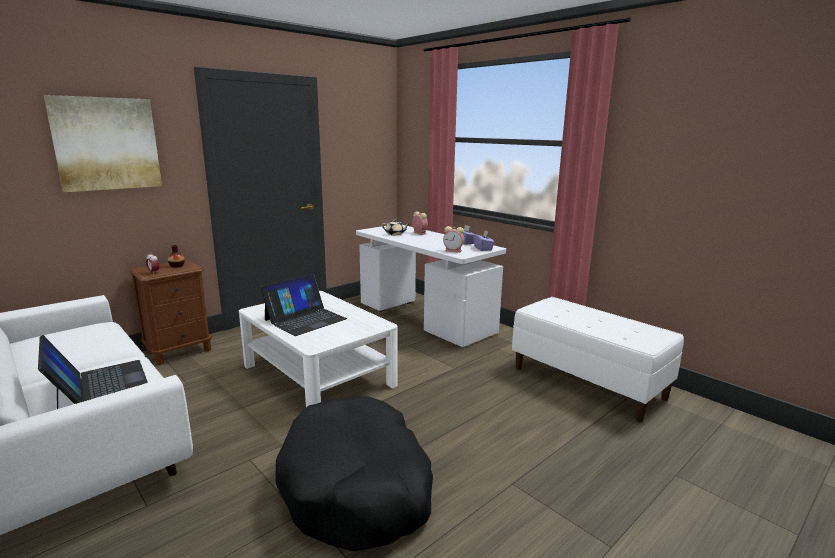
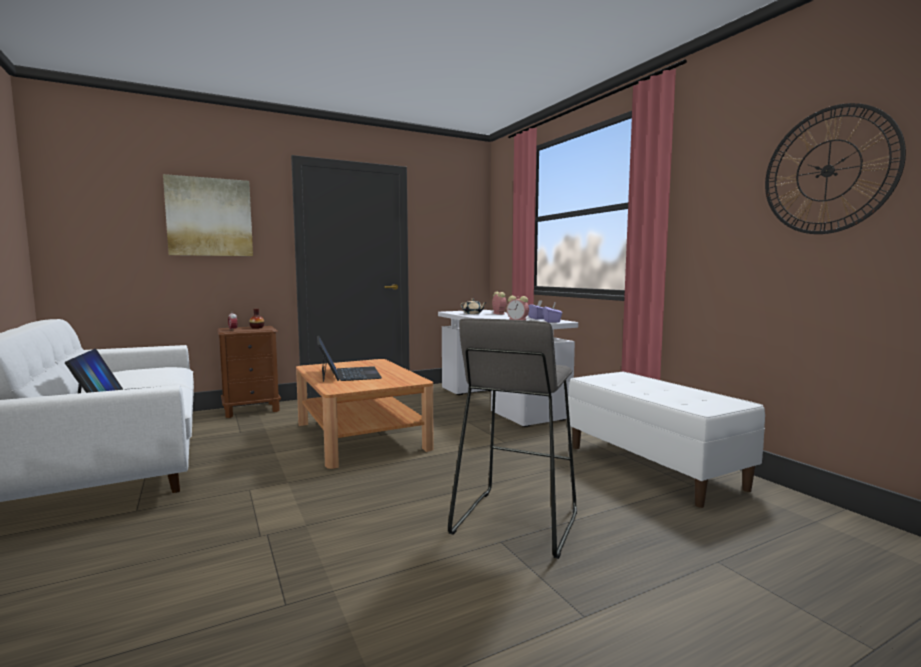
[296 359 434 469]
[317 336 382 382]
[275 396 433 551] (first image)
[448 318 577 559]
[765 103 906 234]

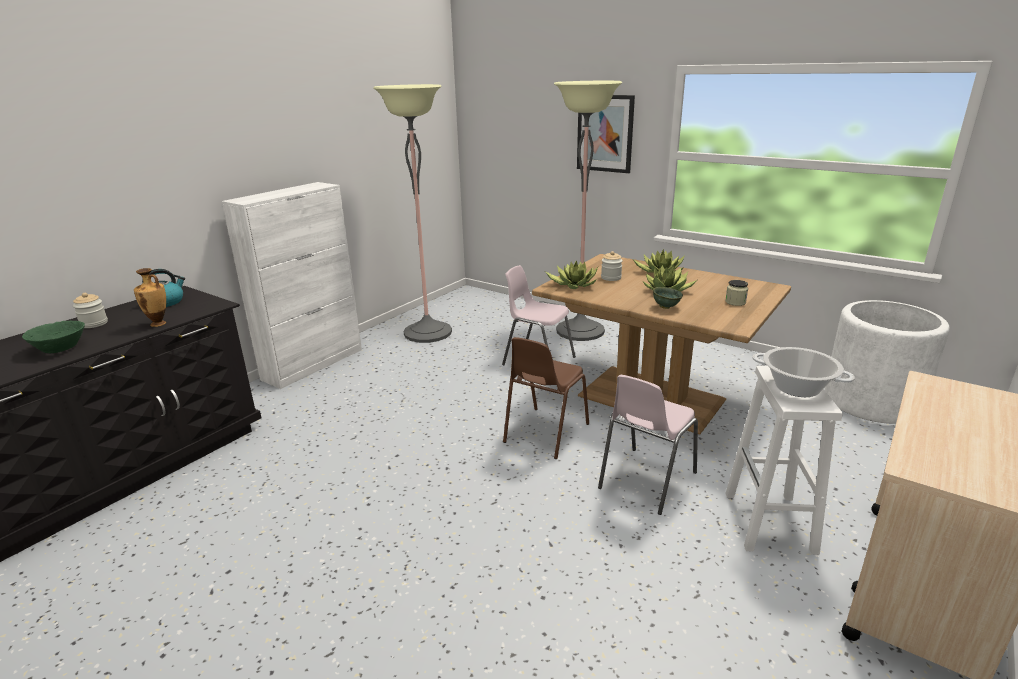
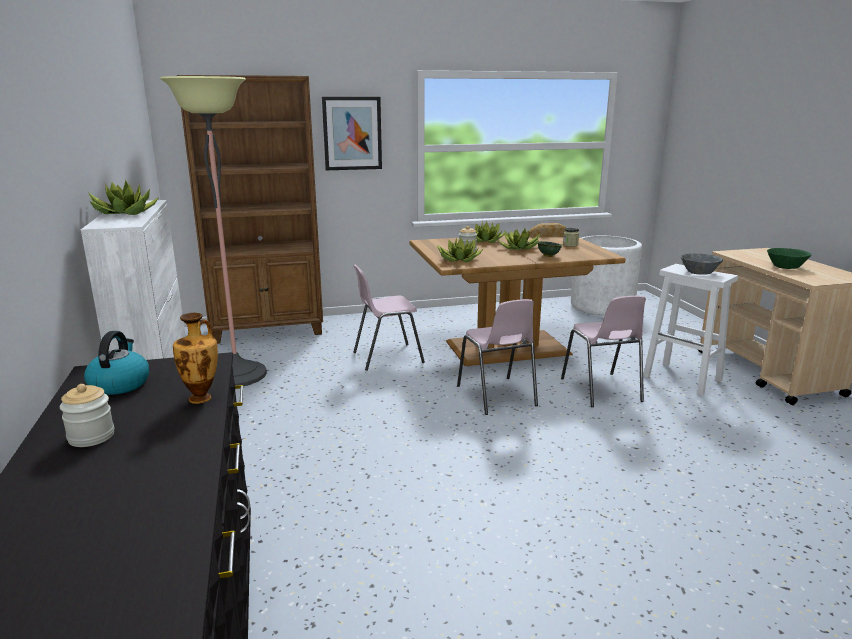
[767 248 811 269]
[457 299 538 415]
[554 81 622 341] (first image)
[681 253 723 275]
[88 180 159 215]
[177 75 323 344]
[529 223 567 237]

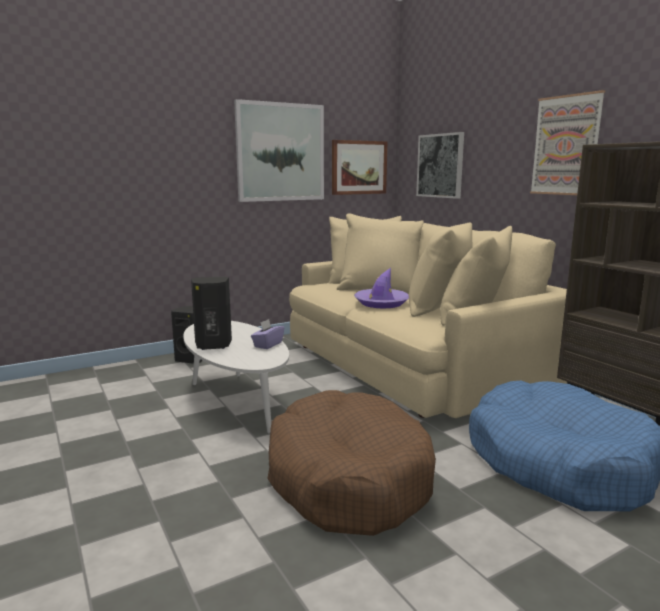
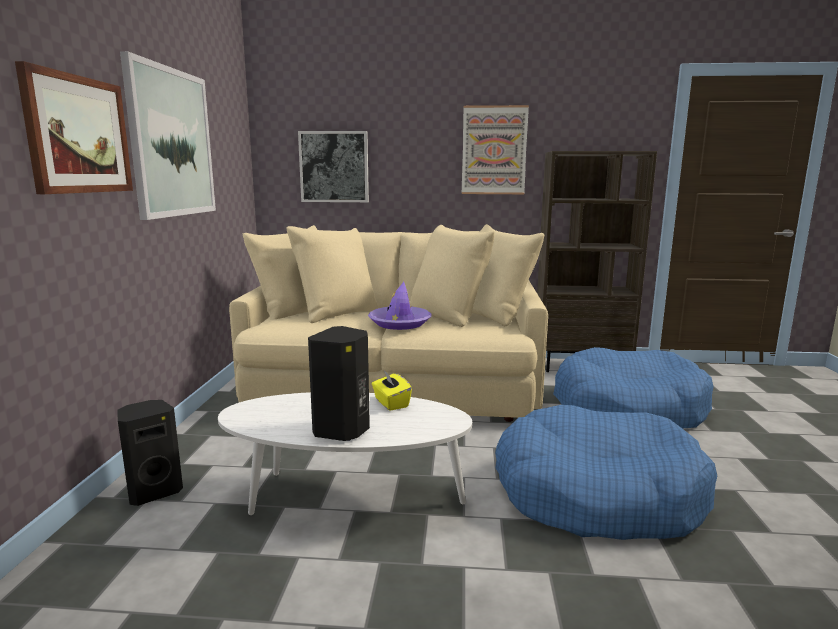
[372 372 412 411]
[495 405 717 540]
[15 61 133 194]

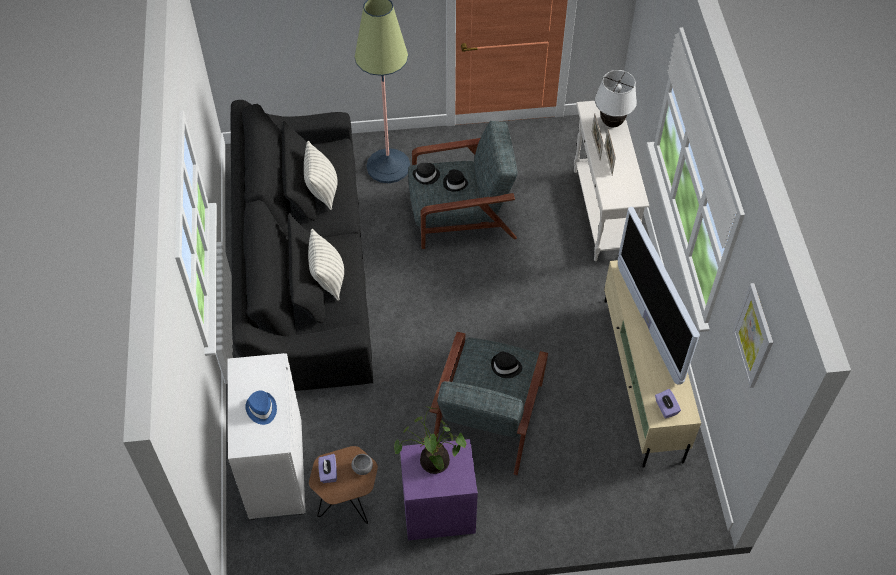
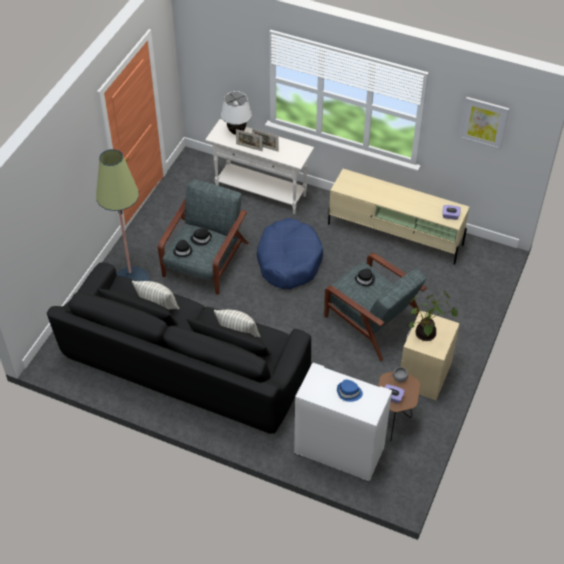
[401 311 460 400]
[618 207 700 385] (first image)
[256 218 323 289]

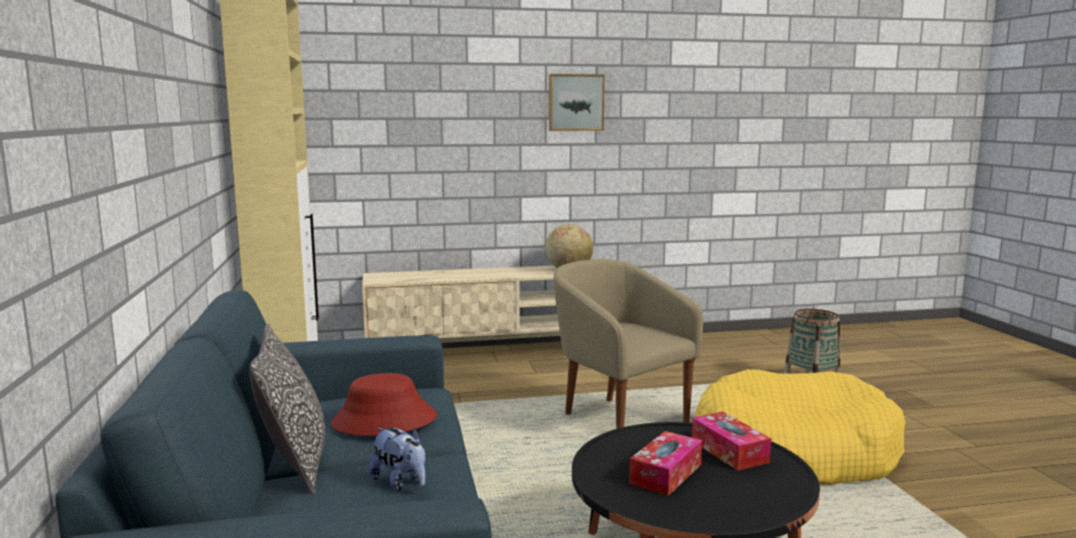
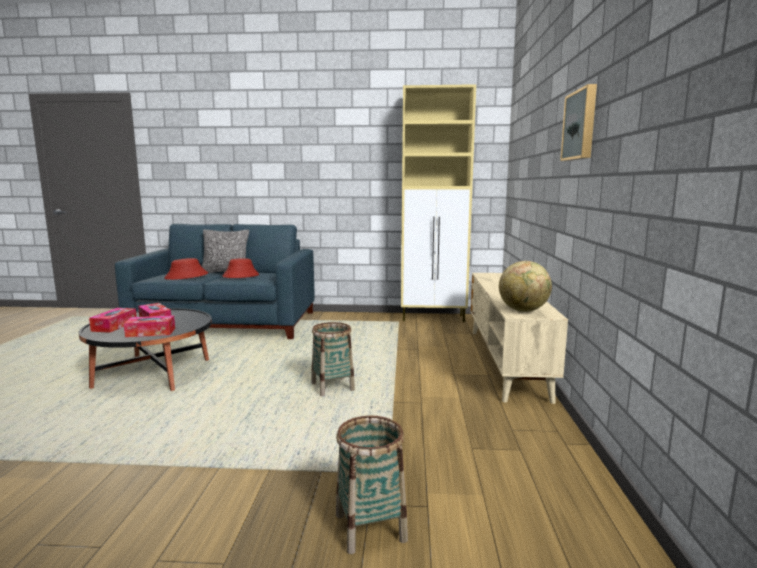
[164 258 208 280]
[311 322 355 396]
[695 369 905 485] (first image)
[89 308 137 333]

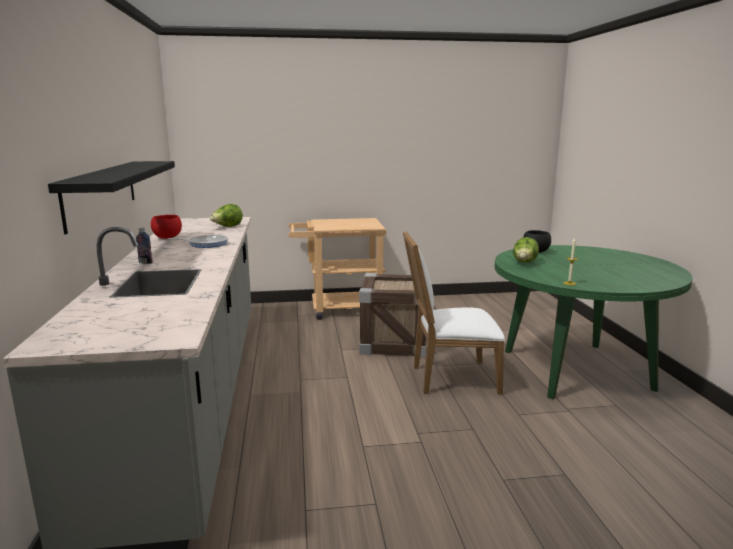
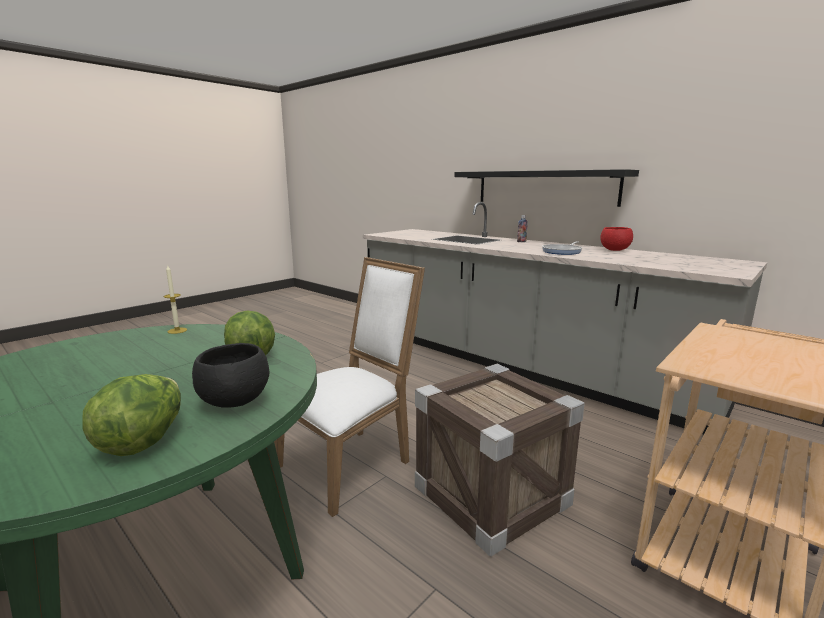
[82 374 181 456]

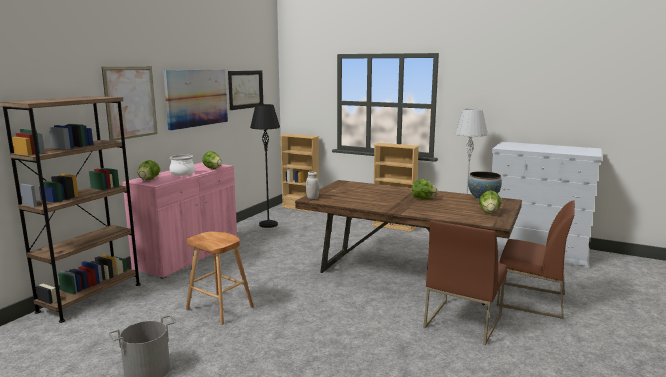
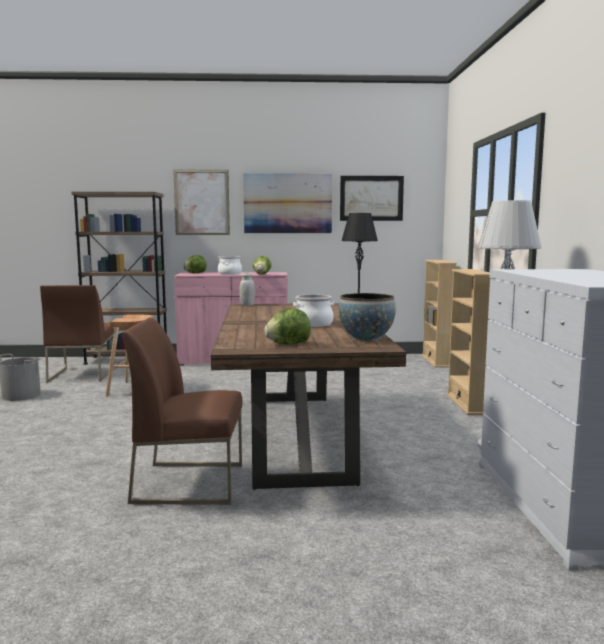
[293 294 334 327]
[40 285 115 383]

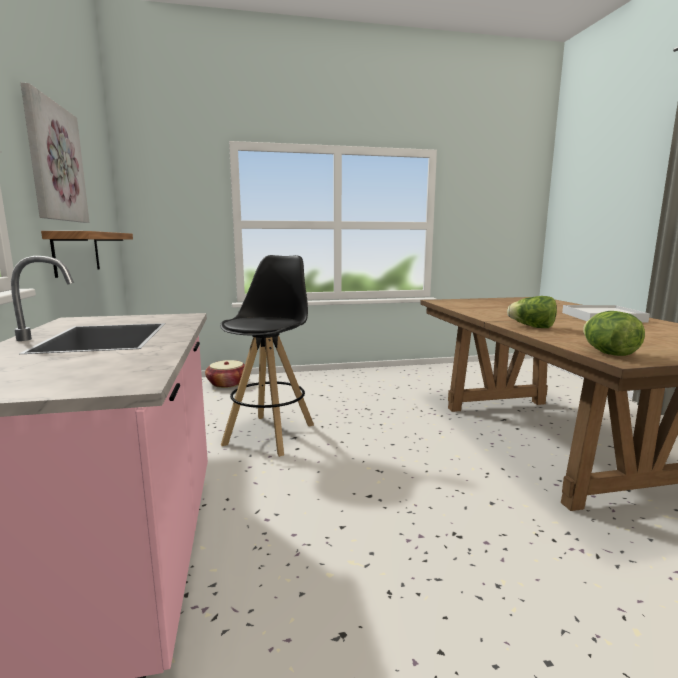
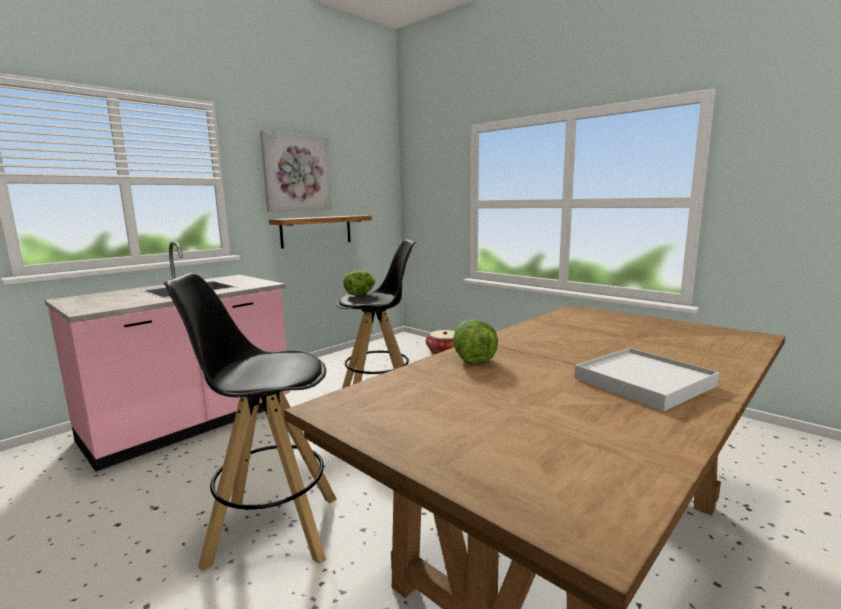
[343 270 375 295]
[163 273 337 571]

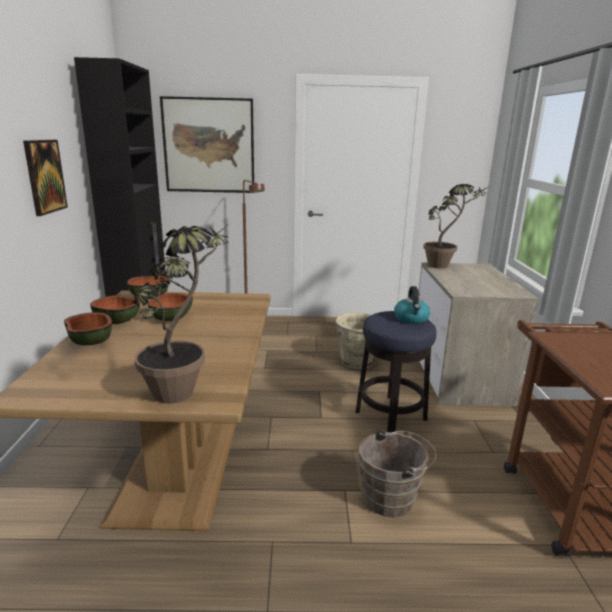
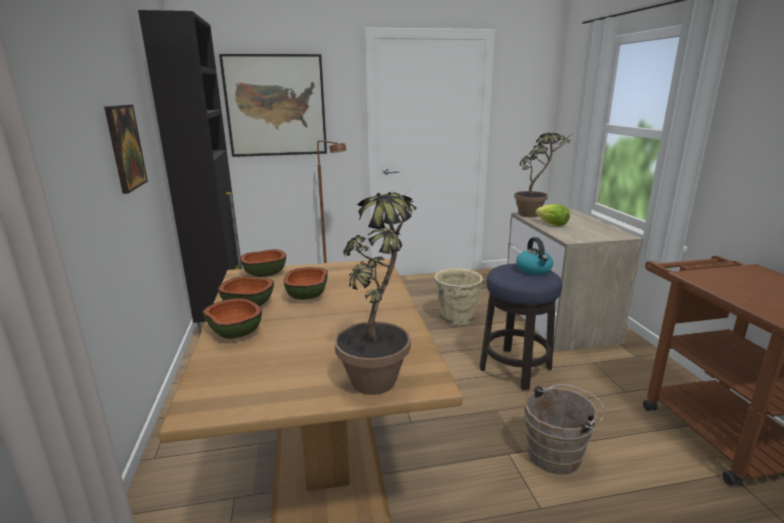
[535 204 570 226]

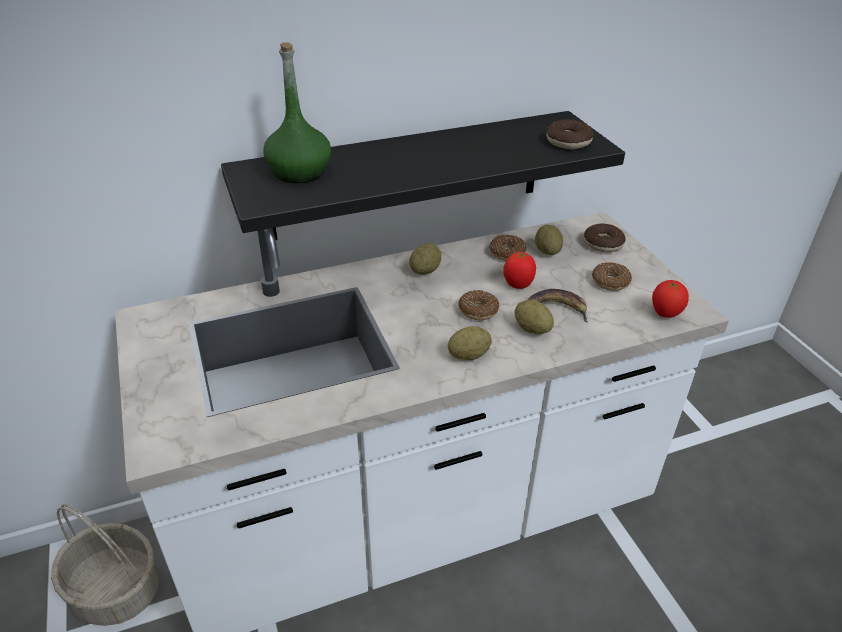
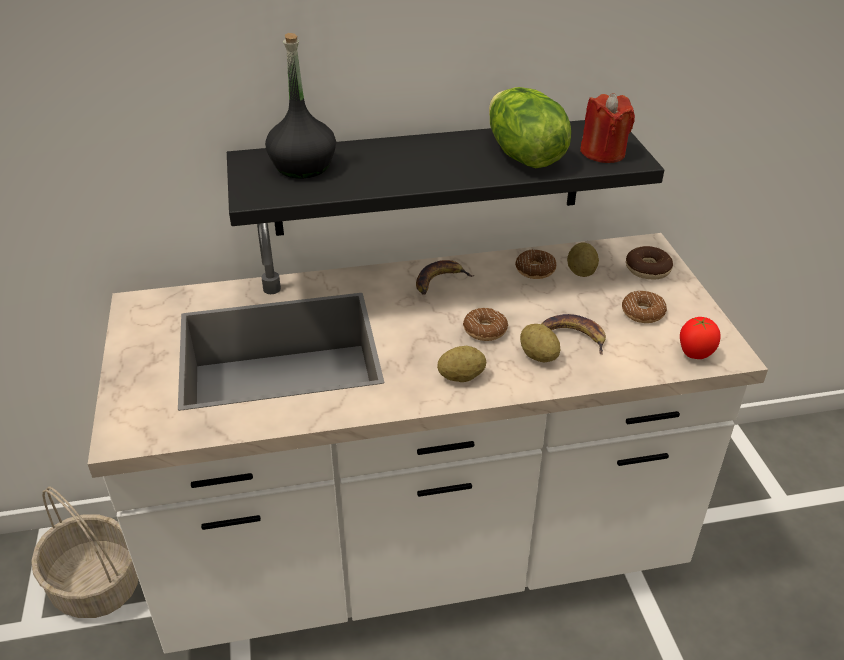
[265 33 336 178]
[416 260 474 294]
[503 251 536 289] (first image)
[580 93 635 163]
[489 87 571 168]

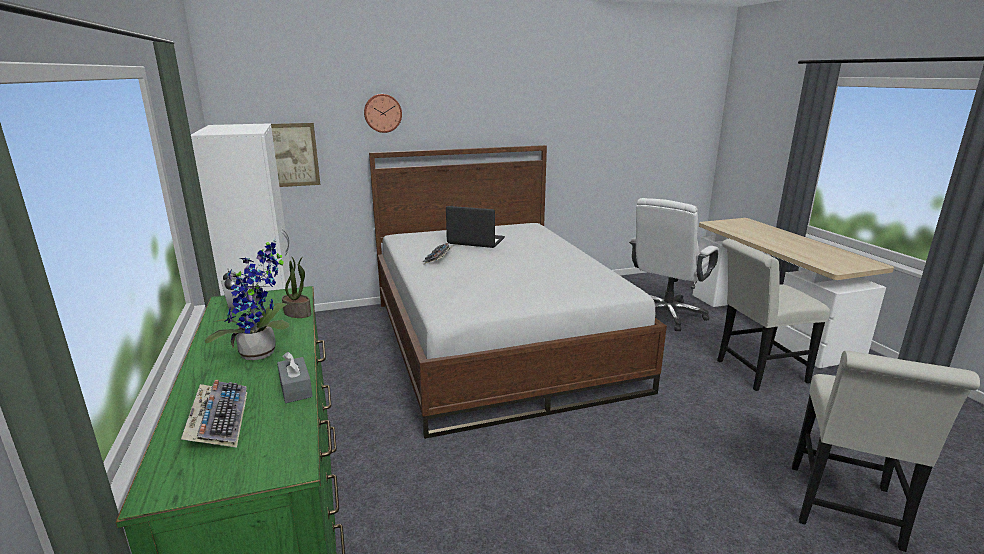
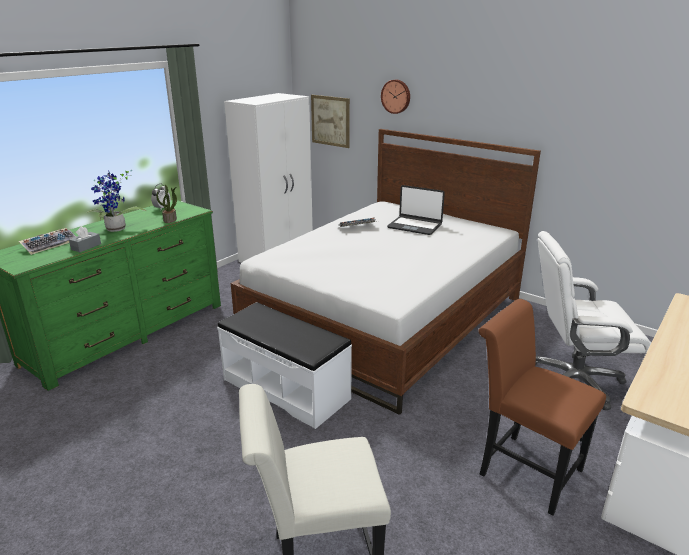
[387 185 445 235]
[478 299 606 516]
[217 302 352 429]

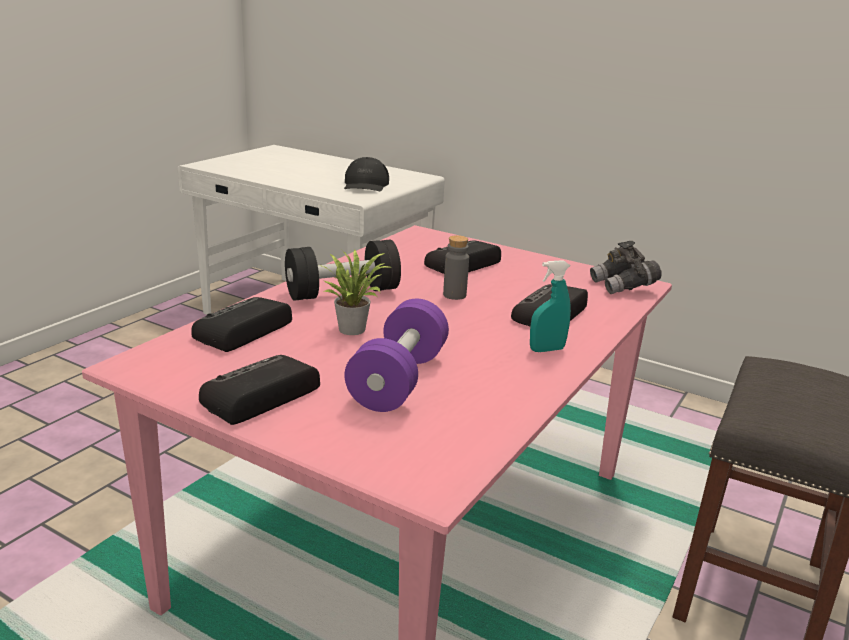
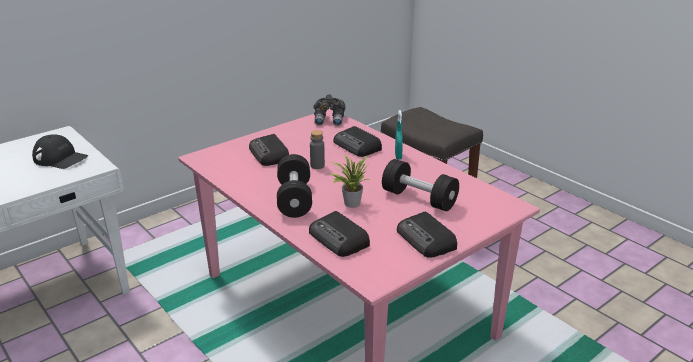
[382 159 459 211]

